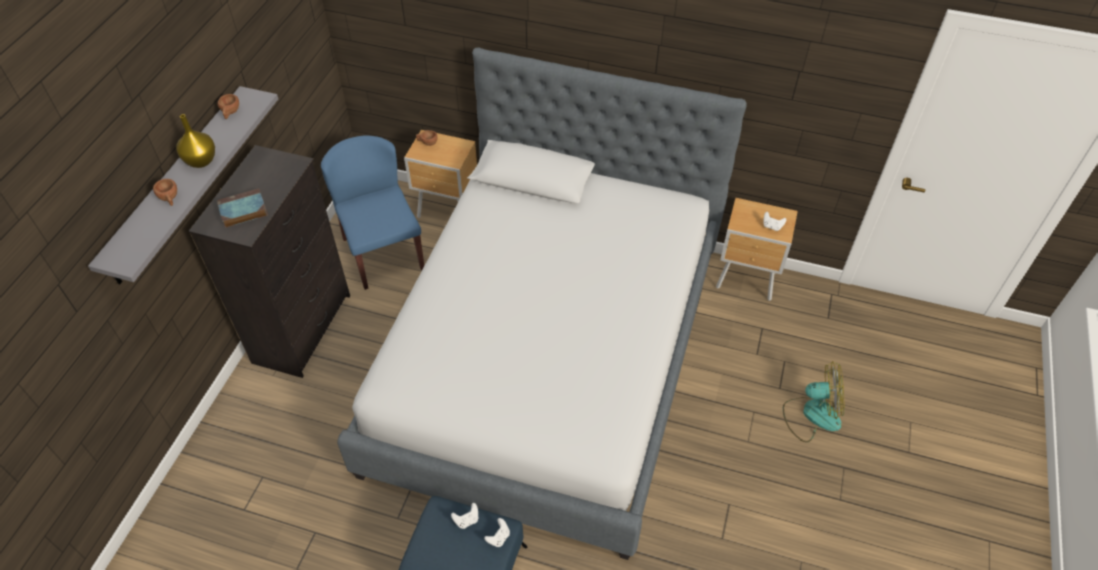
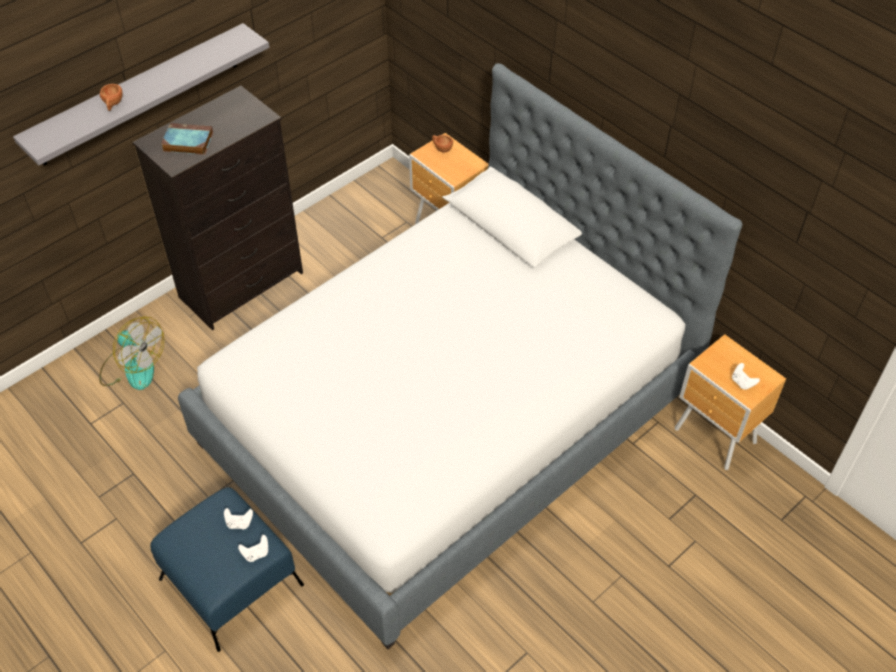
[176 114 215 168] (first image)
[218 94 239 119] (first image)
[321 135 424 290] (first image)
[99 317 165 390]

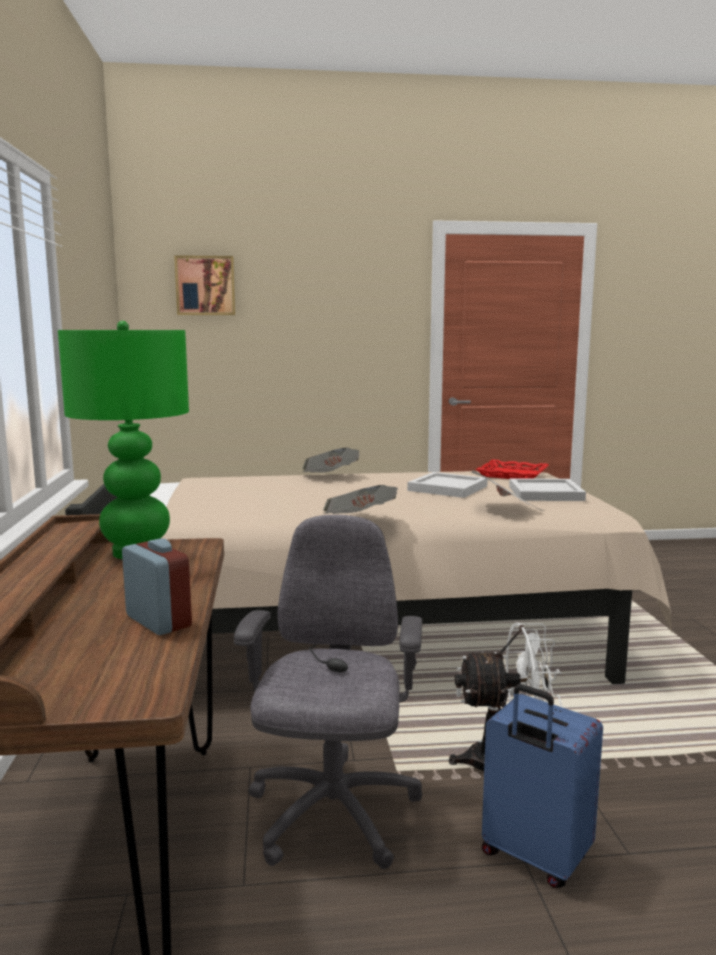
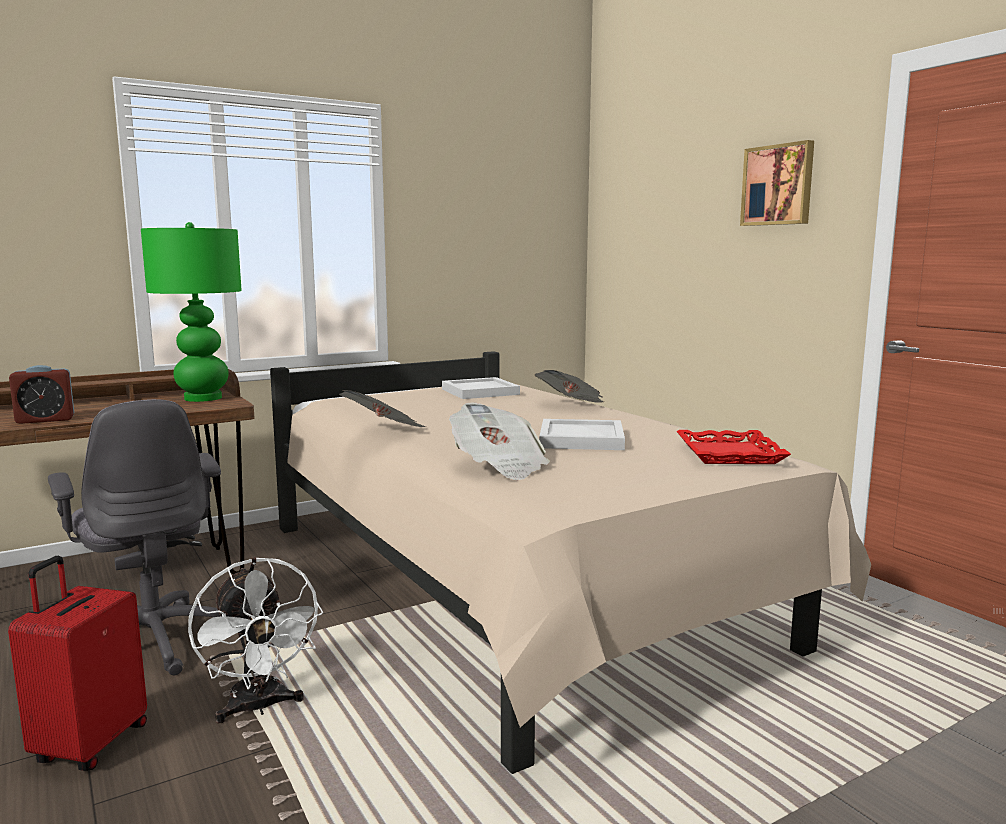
[9 365 74 424]
[740 140 814 226]
[48 399 221 675]
[8 556 147 771]
[442 377 520 399]

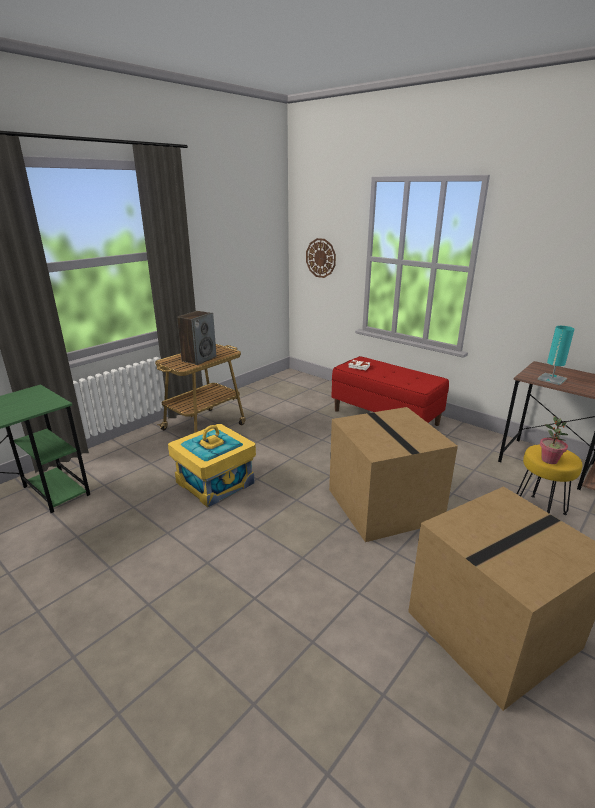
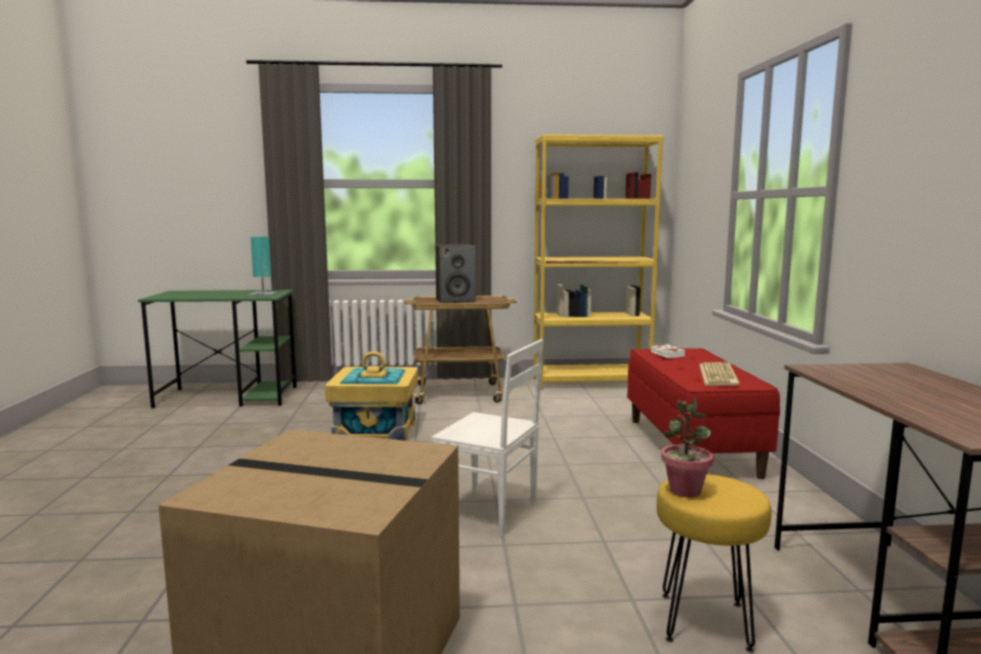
[306 238 336 278] (first image)
[432 339 543 536]
[248 237 278 296]
[533 134 664 389]
[699 362 740 386]

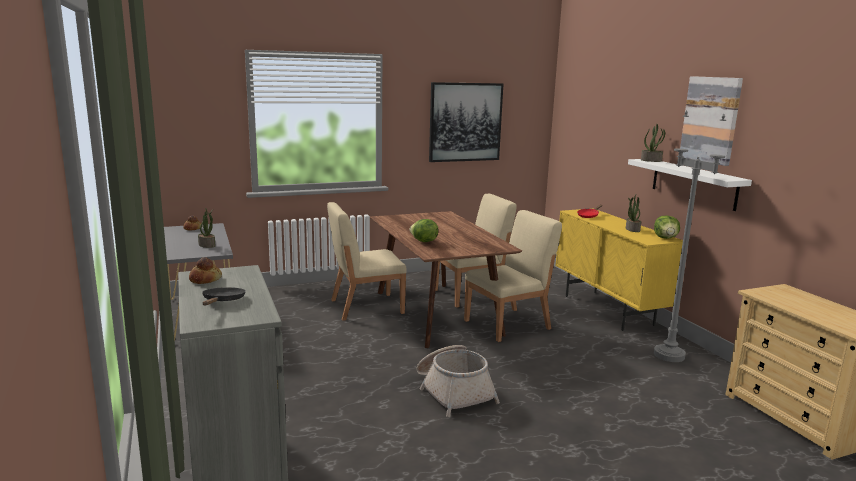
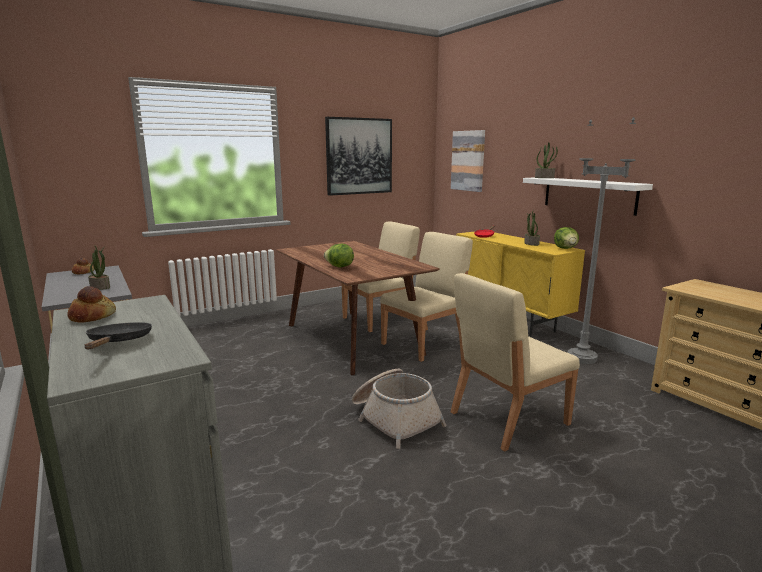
[451 273 580 451]
[451 130 485 192]

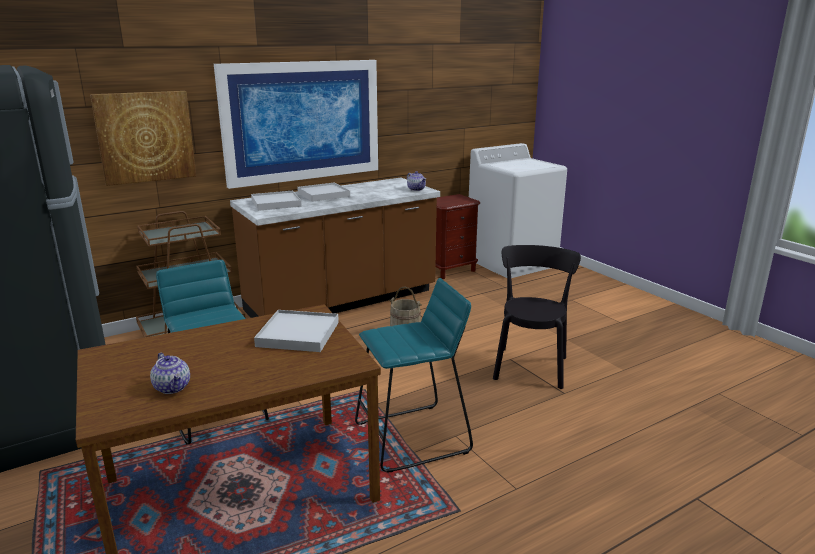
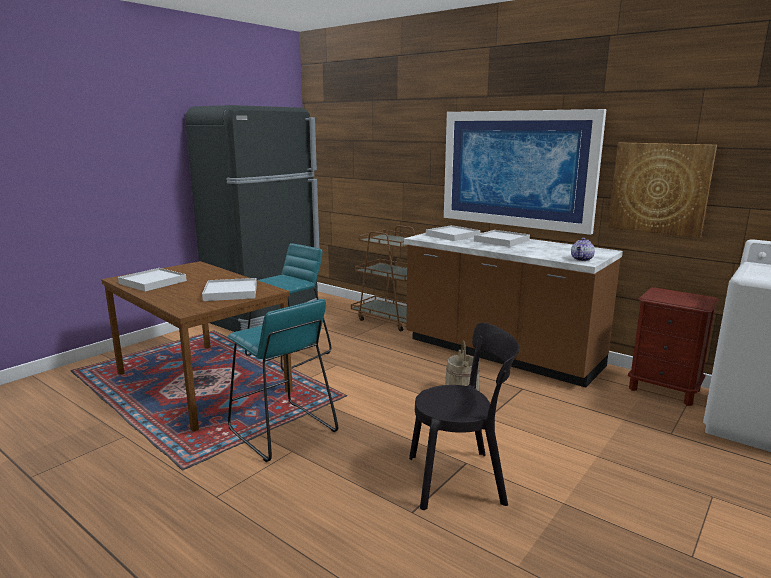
[608 142 717 238]
[118 268 187 291]

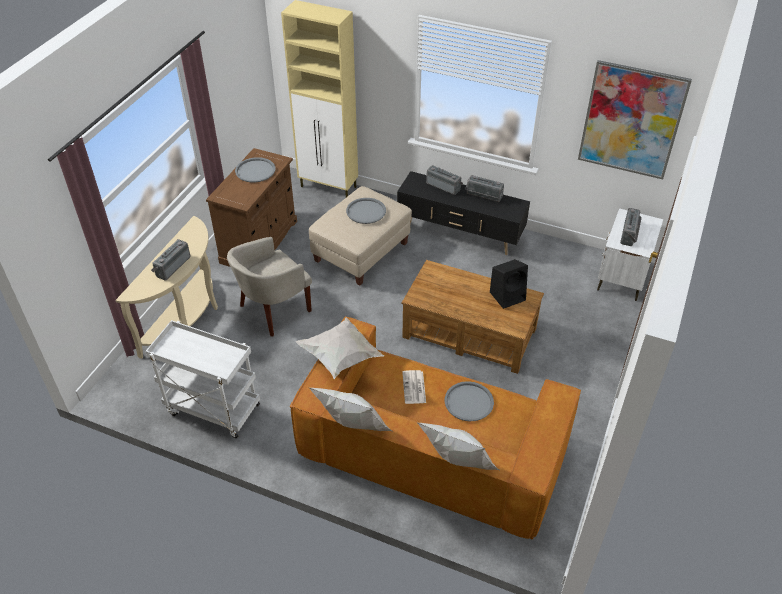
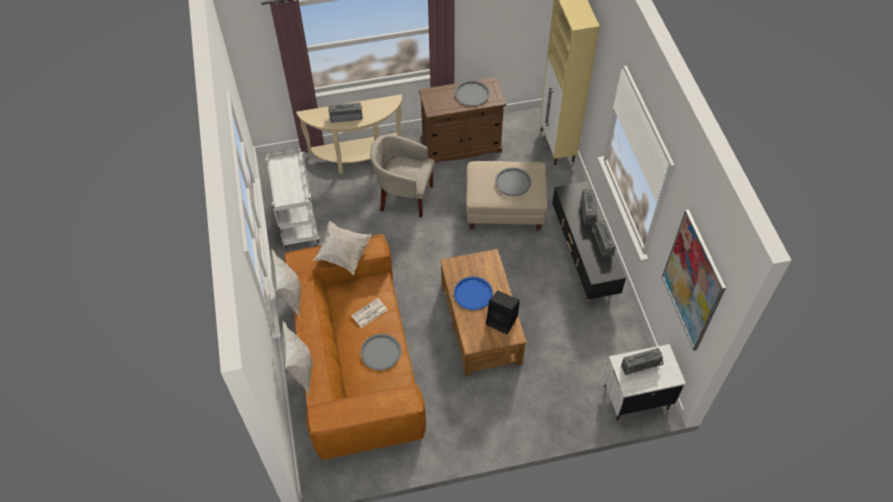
[454 277 493 310]

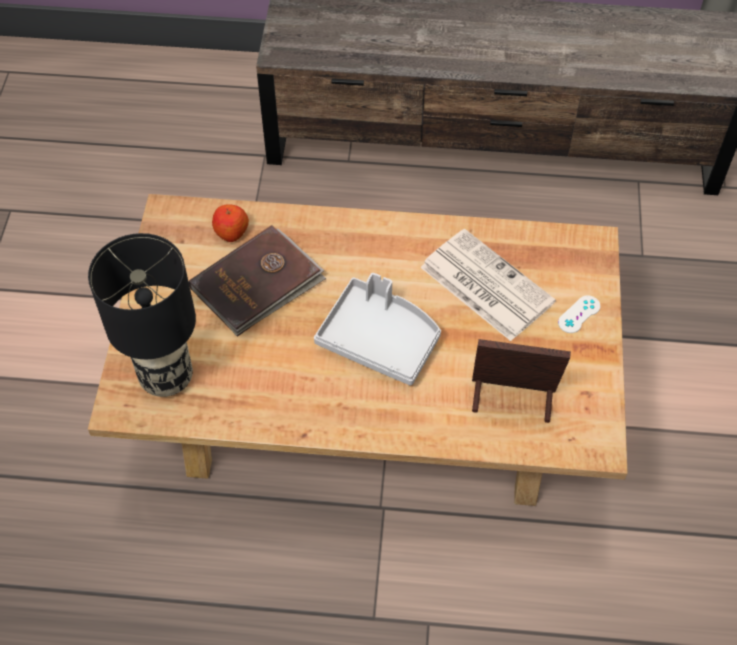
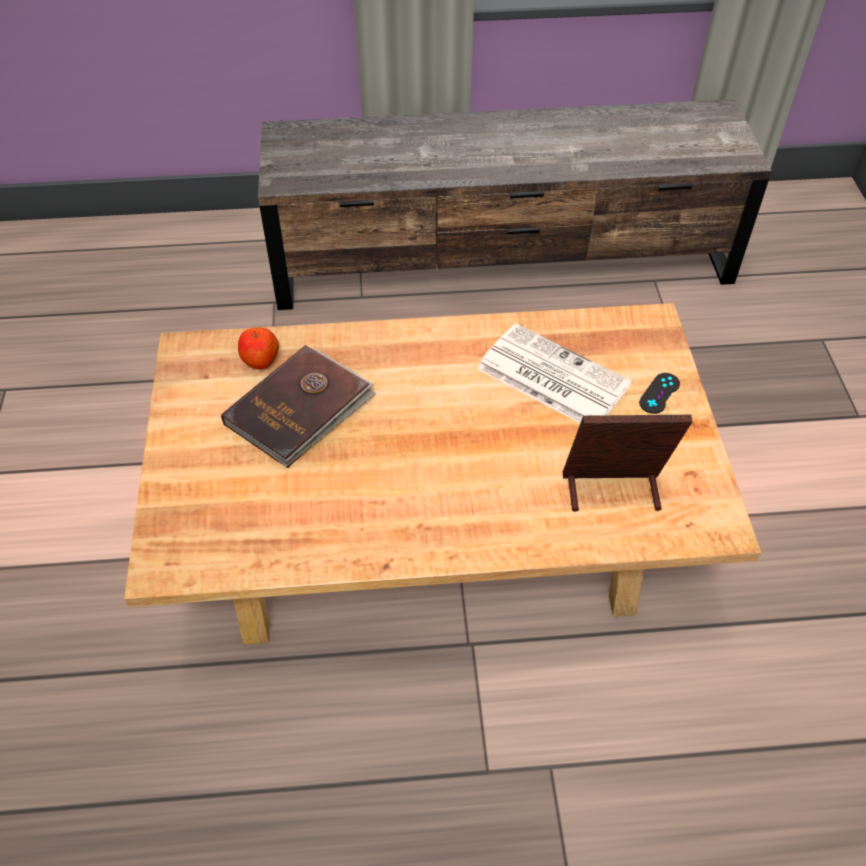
[88 233 196 397] (first image)
[314 273 441 386] (first image)
[639 373 680 414]

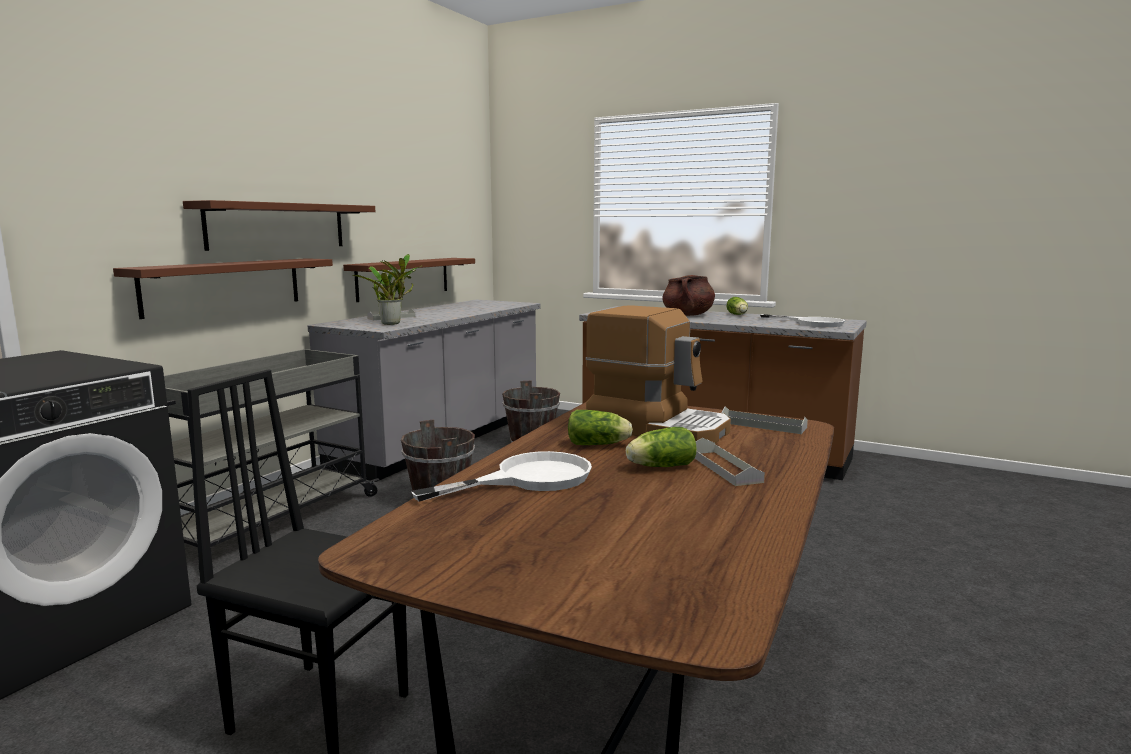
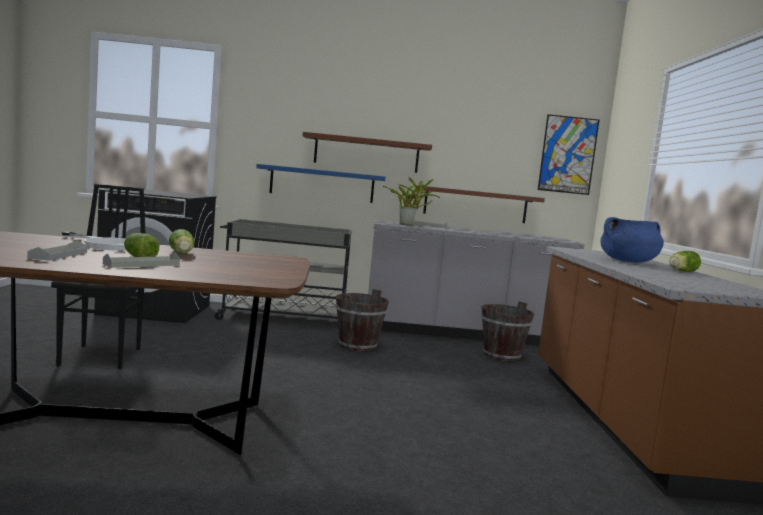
[256 164 386 203]
[585 305 731 443] (first image)
[600 217 664 263]
[27 240 87 261]
[760 314 845 327] (first image)
[538 114 599 195]

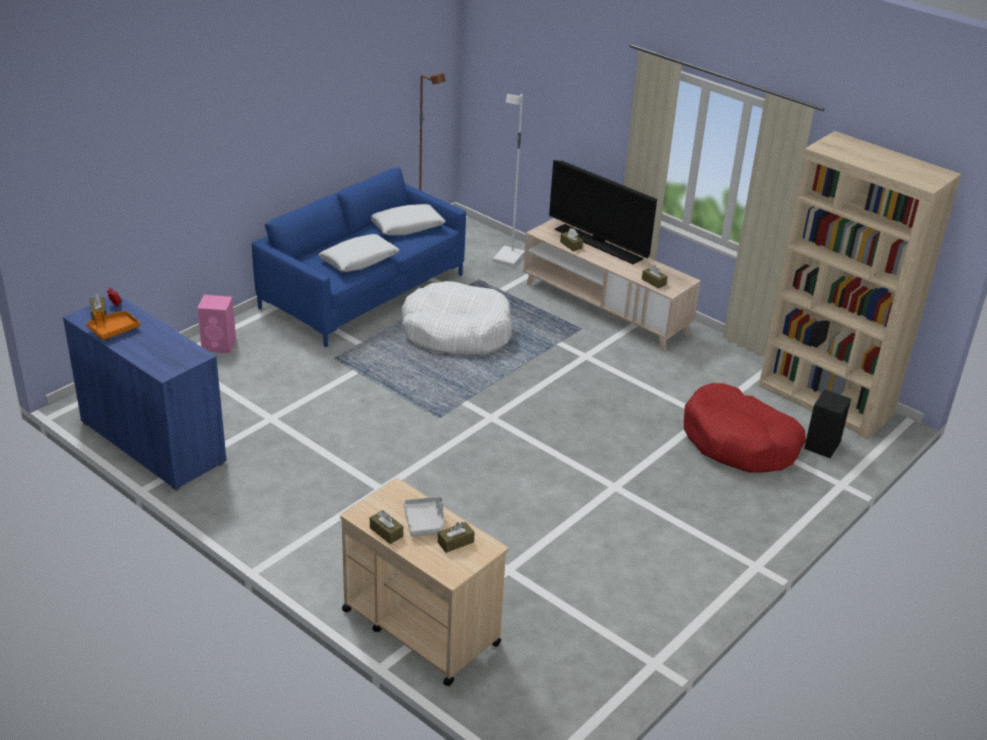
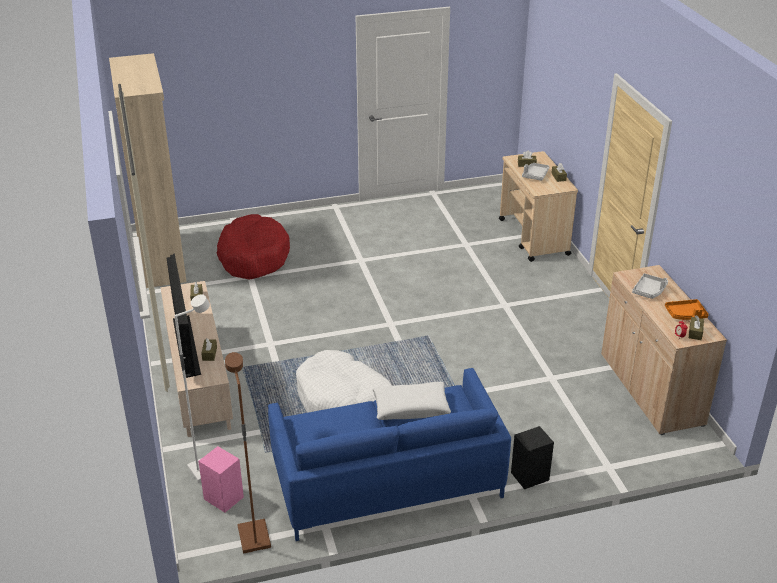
[601 265 727 435]
[198 446 244 512]
[371 204 446 235] (first image)
[511 426 554 490]
[632 273 668 299]

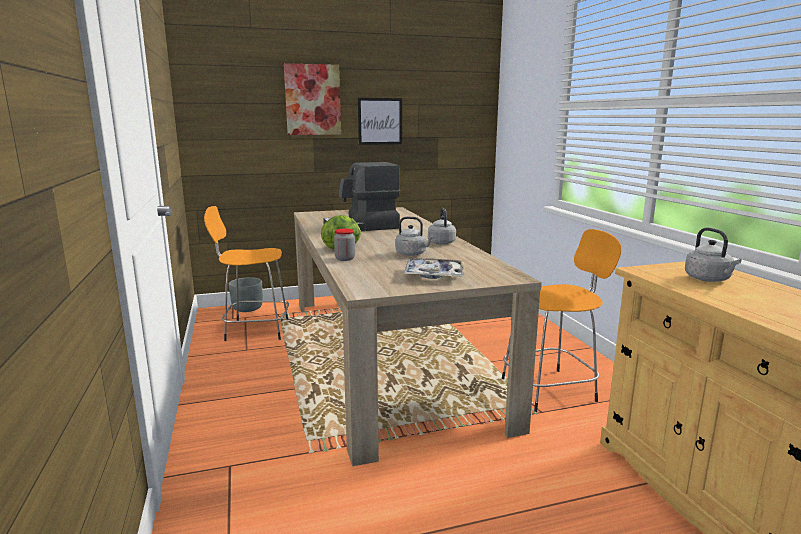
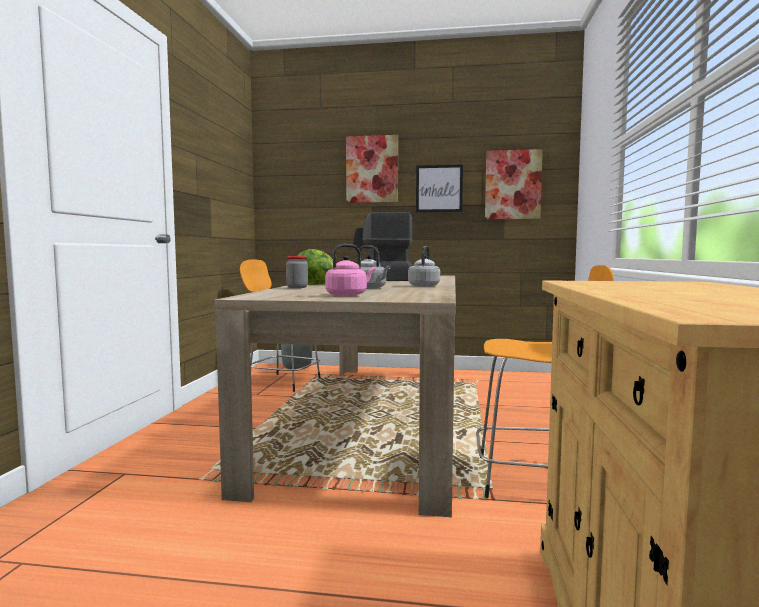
[325 244 376 296]
[685 227 741 282] (first image)
[485 149 543 219]

